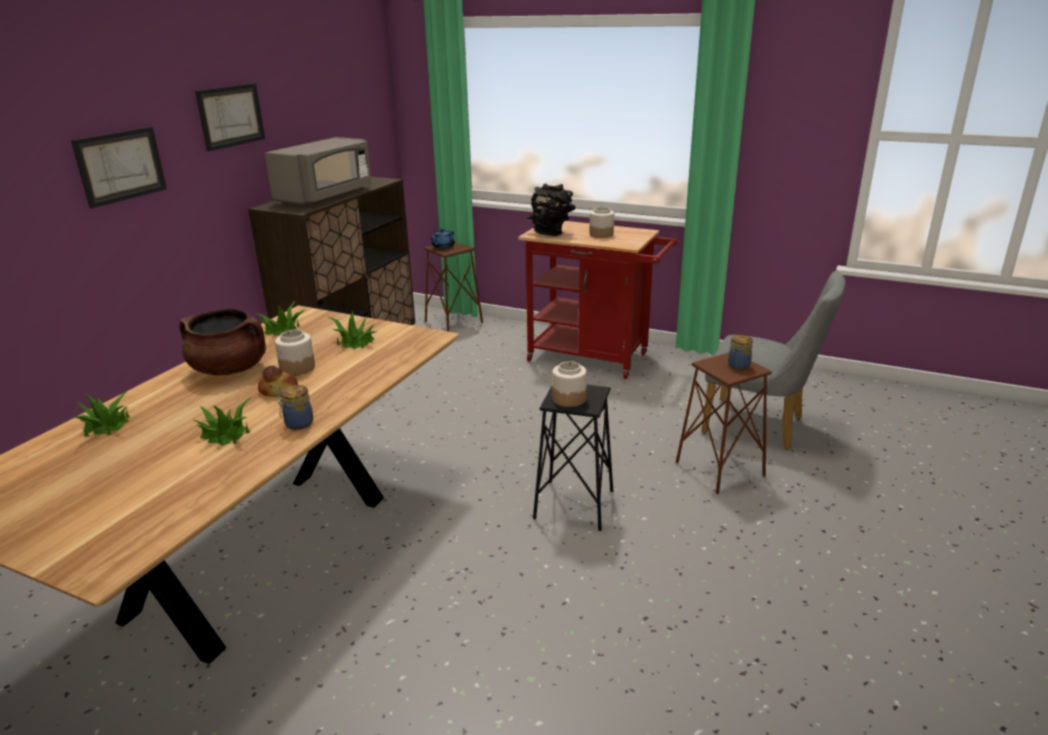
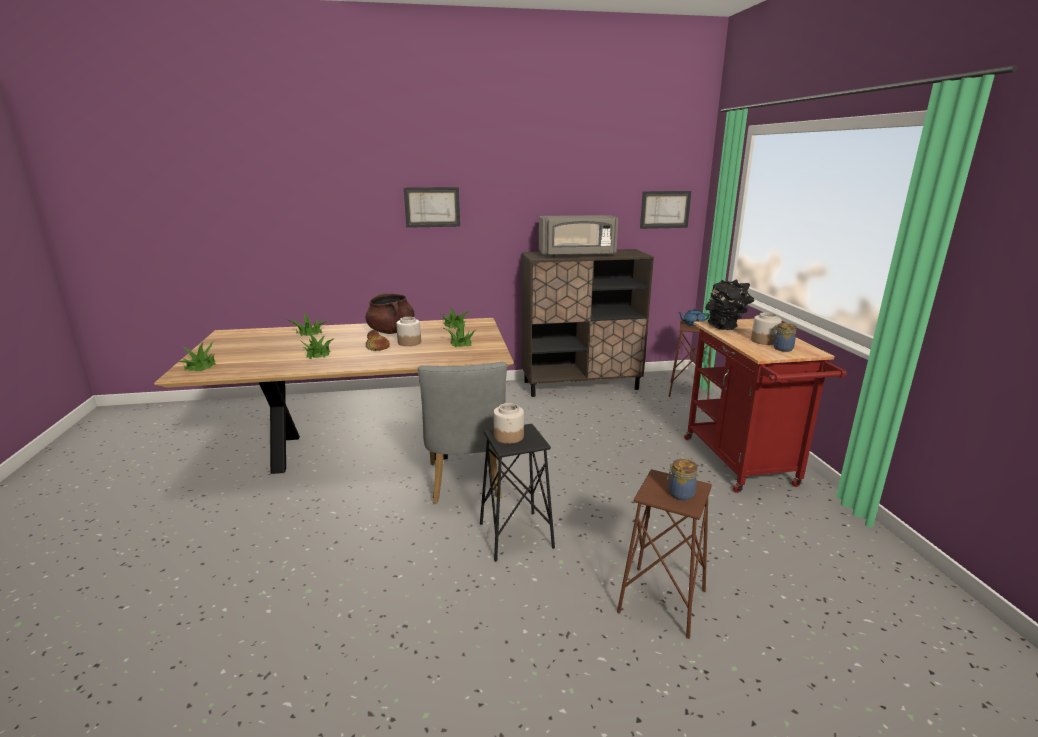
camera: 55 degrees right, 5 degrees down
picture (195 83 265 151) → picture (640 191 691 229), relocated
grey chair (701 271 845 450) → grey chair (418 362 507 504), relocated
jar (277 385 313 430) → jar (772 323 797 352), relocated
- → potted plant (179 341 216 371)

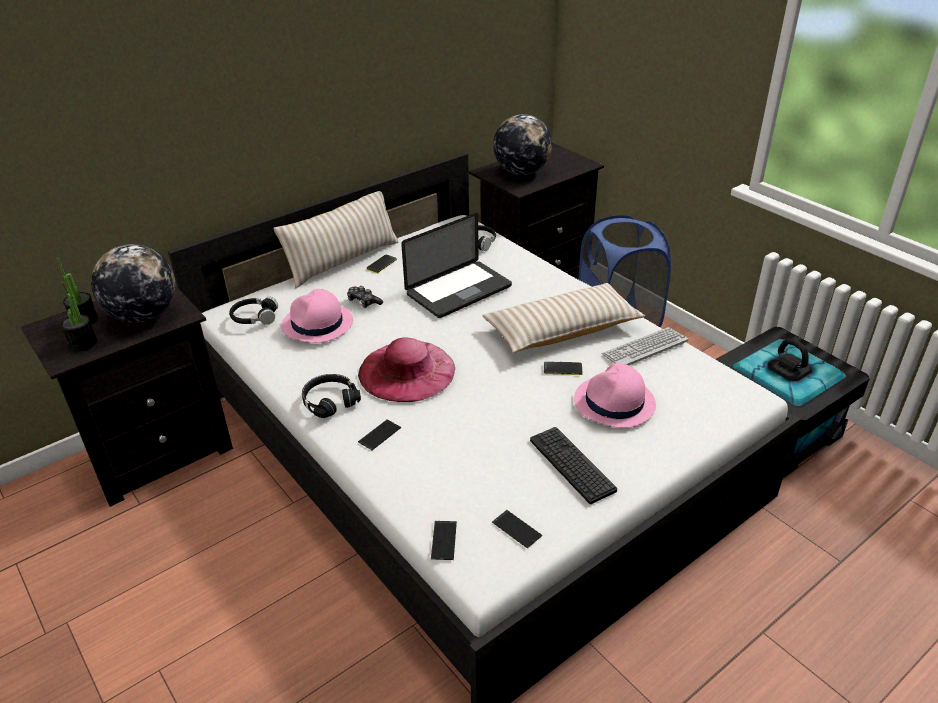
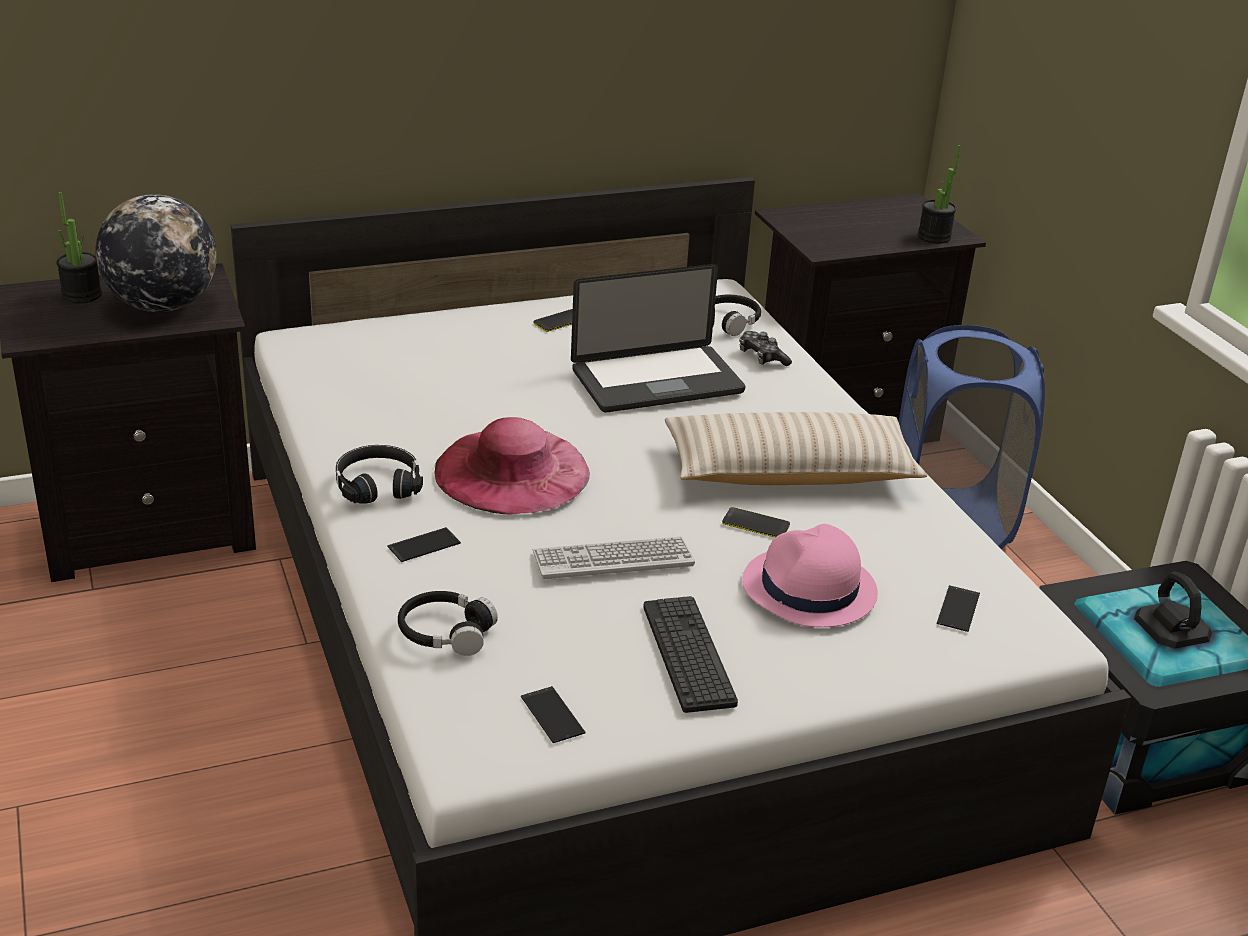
camera: 15 degrees right, 5 degrees down
globe (493 114 552 175) → -
beige pillow (273 191 399 288) → -
potted plant (61 276 97 351) → potted plant (918 145 961 244), relocated
game controller (347 286 383 308) → game controller (739 331 792 366), relocated
pink hat (281 289 353 343) → -
black headphones (229 297 278 325) → black headphones (398 591 498 656), relocated
keyboard (602 327 688 365) → keyboard (533 537 695 580), relocated
phone (431 521 457 560) → phone (937 585 980 632), relocated

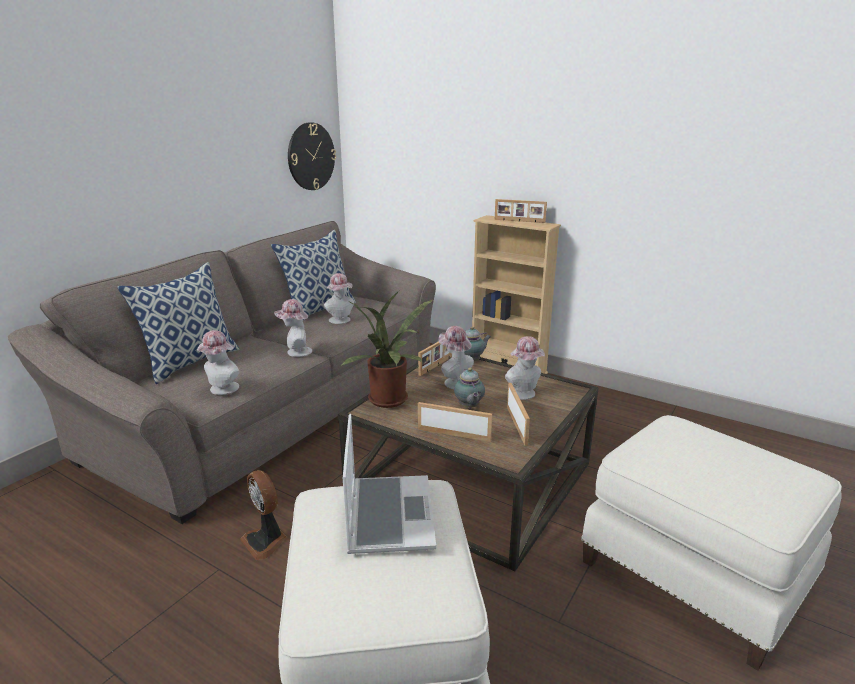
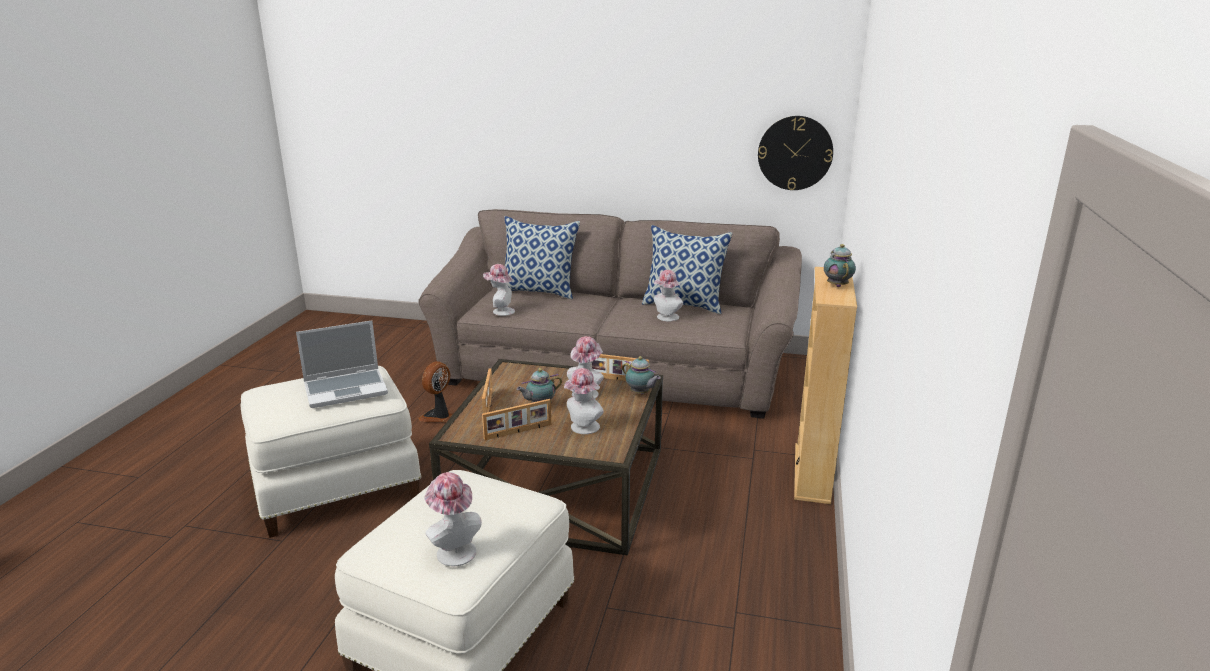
camera: 70 degrees right, 0 degrees up
picture frame (495 199 547 223) → teapot (824 244 856 287)
potted plant (341 292 433 408) → -
hat (274 299 312 357) → hat (424 472 482 566), relocated

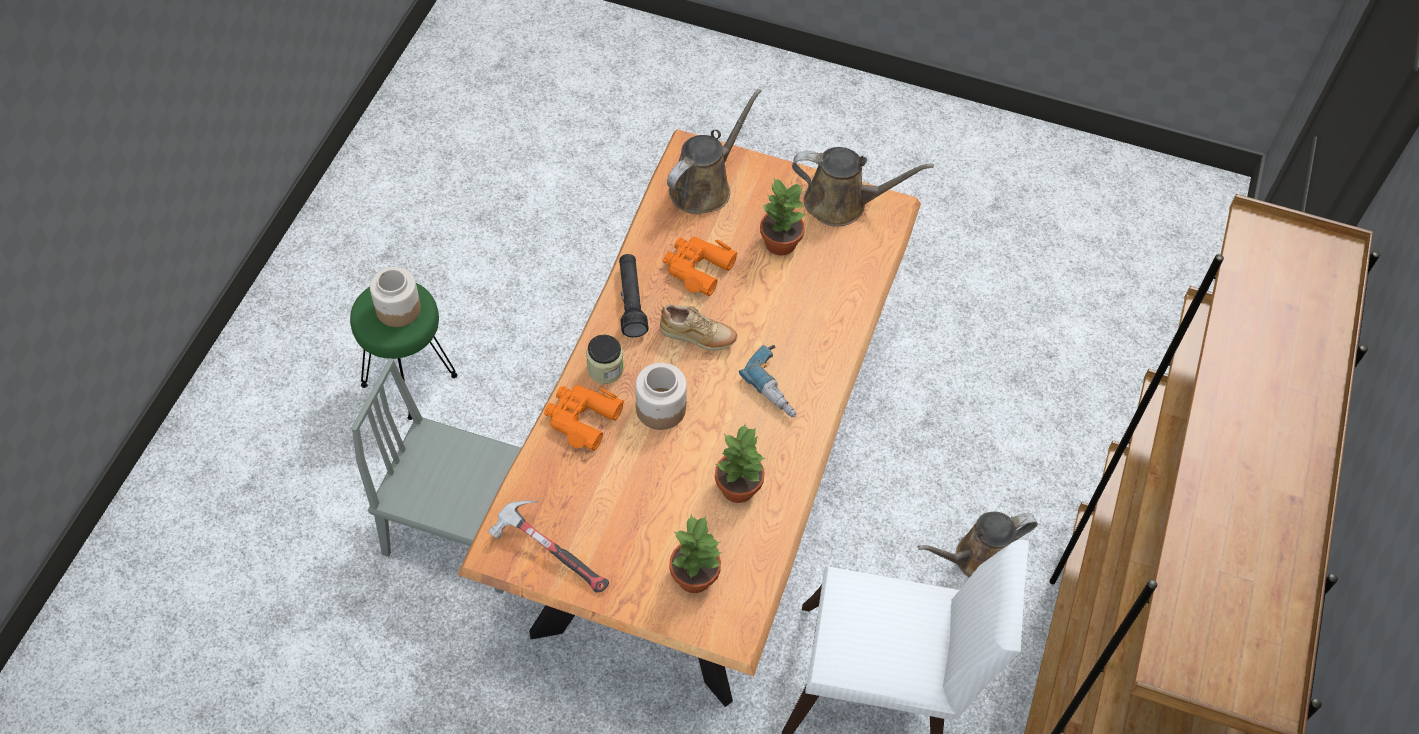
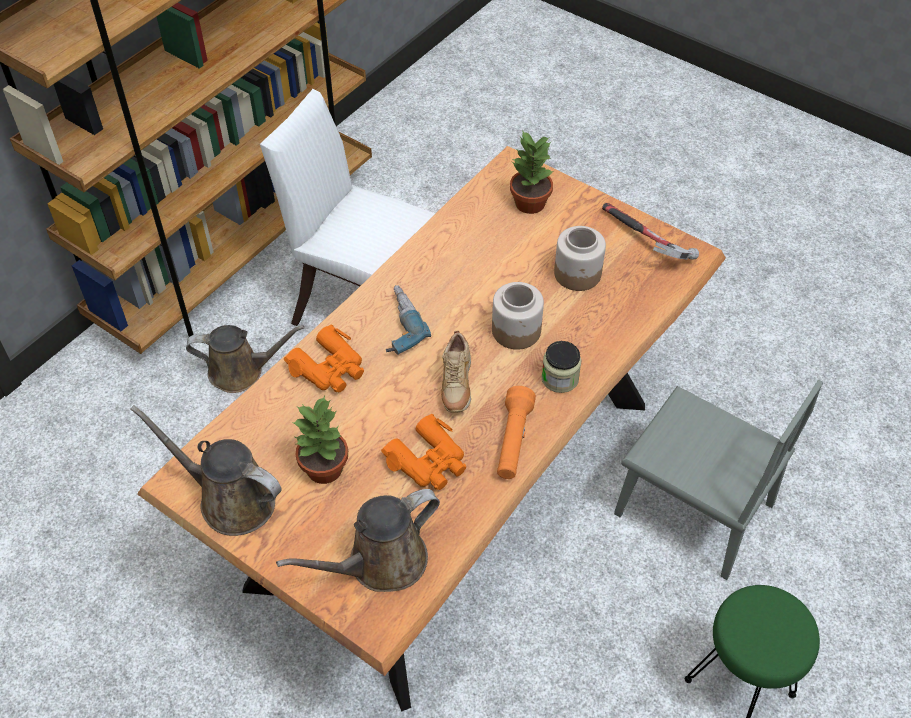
camera: 160 degrees left, 5 degrees down
black flashlight (619 254 649 337) → orange flashlight (497 386 536 479)
jar (370 267 421 327) → jar (554 226 606 291), relocated
beige shoe (660 304 738 351) → beige shoe (441 330 471 413), 120 degrees counterclockwise
orange binoculars (544 385 624 451) → orange binoculars (284 324 364 392), relocated
potted plant (715 424 766 503) → -

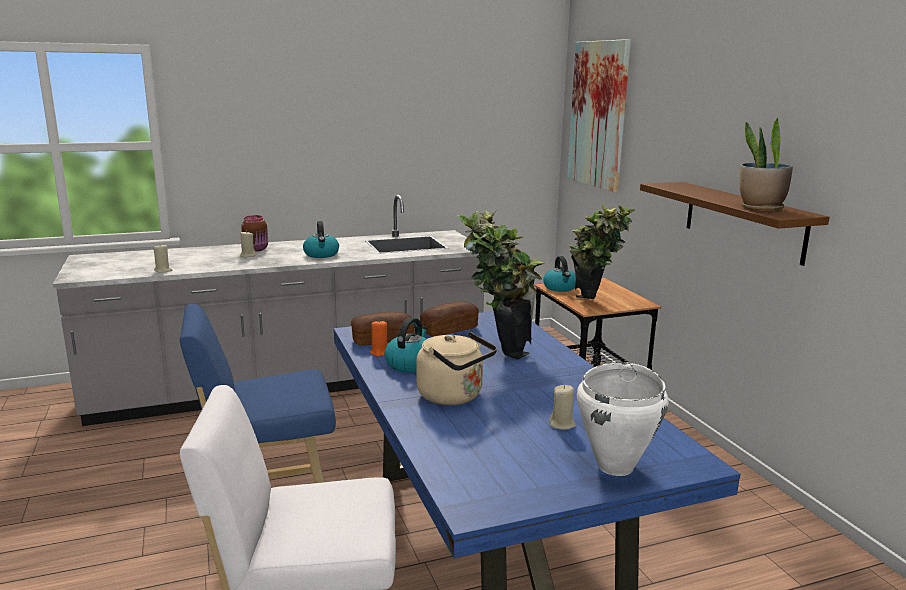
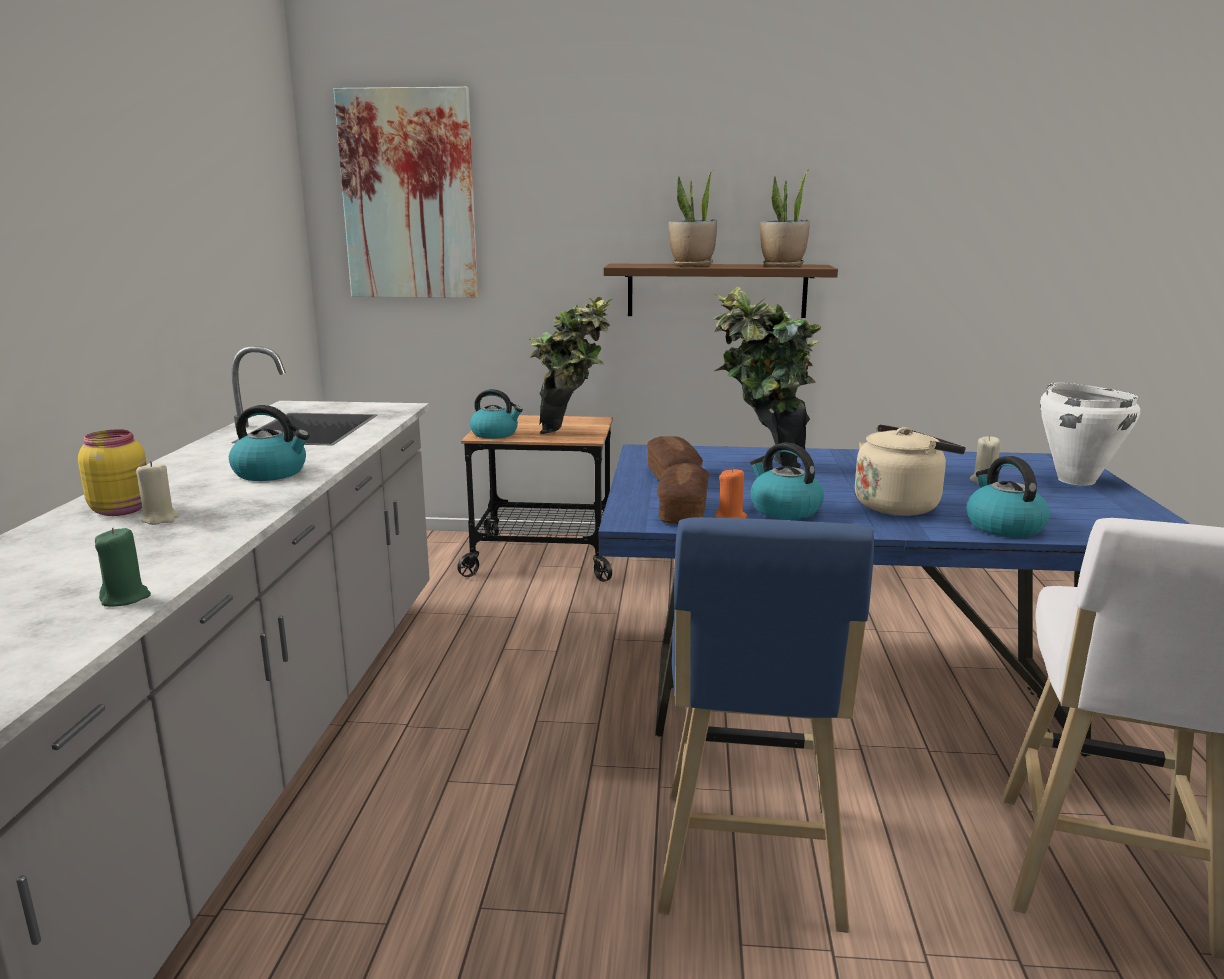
camera: 65 degrees left, 0 degrees up
brown jar (241 215 268 251) → yellow jar (78 429 147 516)
beige candle (153 245 172 273) → green candle (95 528 151 607)
- → potted plant (669 170 717 266)
- → kettle (967 456 1050 538)

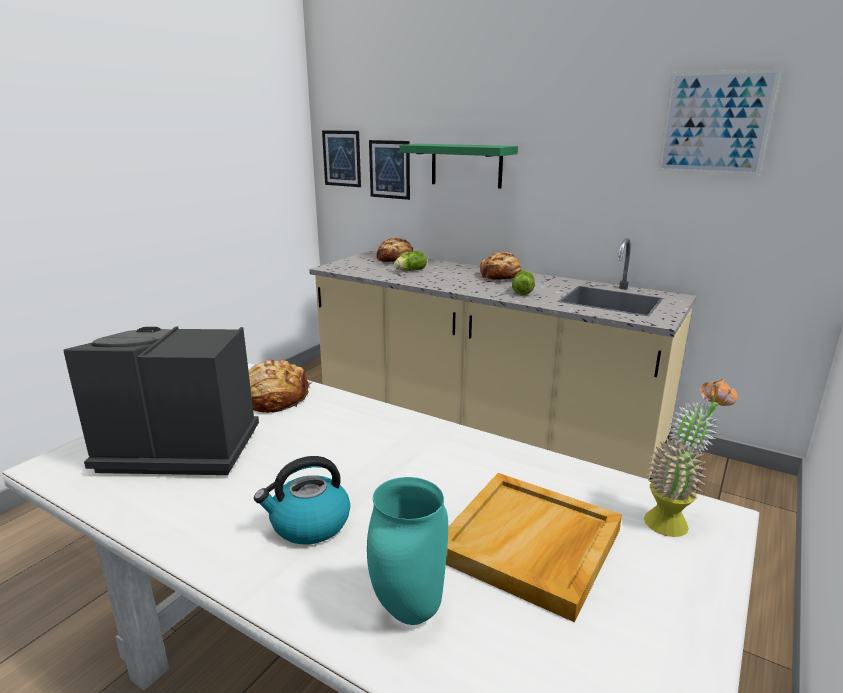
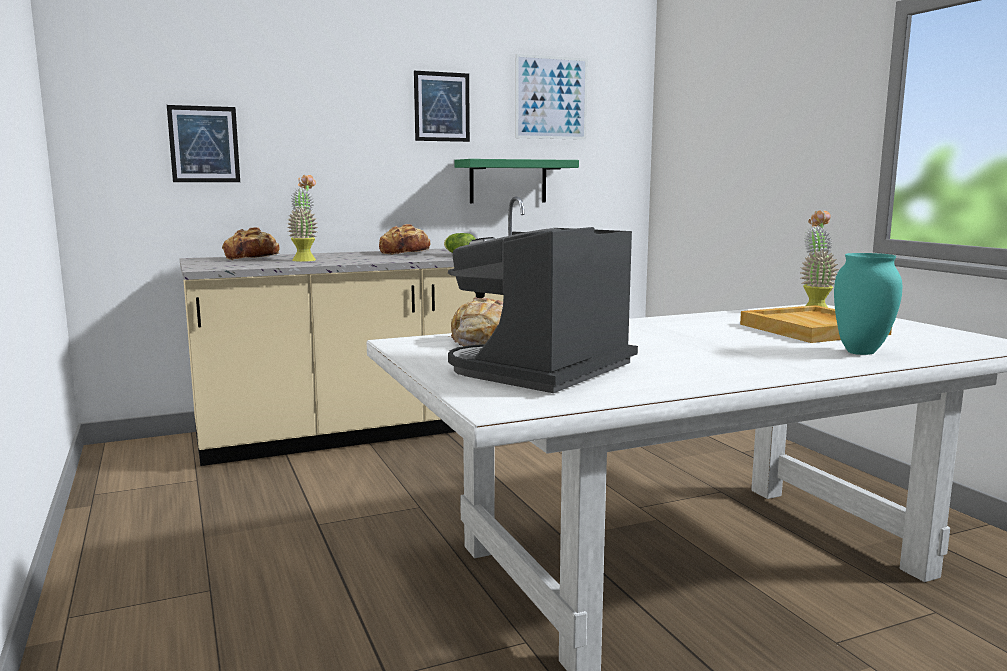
camera: 55 degrees left, 10 degrees down
picture (322 130 361 187) → picture (414 71 470 142), relocated
green shelf (399 144 518 189) → green shelf (454 159 579 203), relocated
lettuce (394 251 427 271) → potted plant (287 175 318 261)
kettle (254 456 350 544) → -

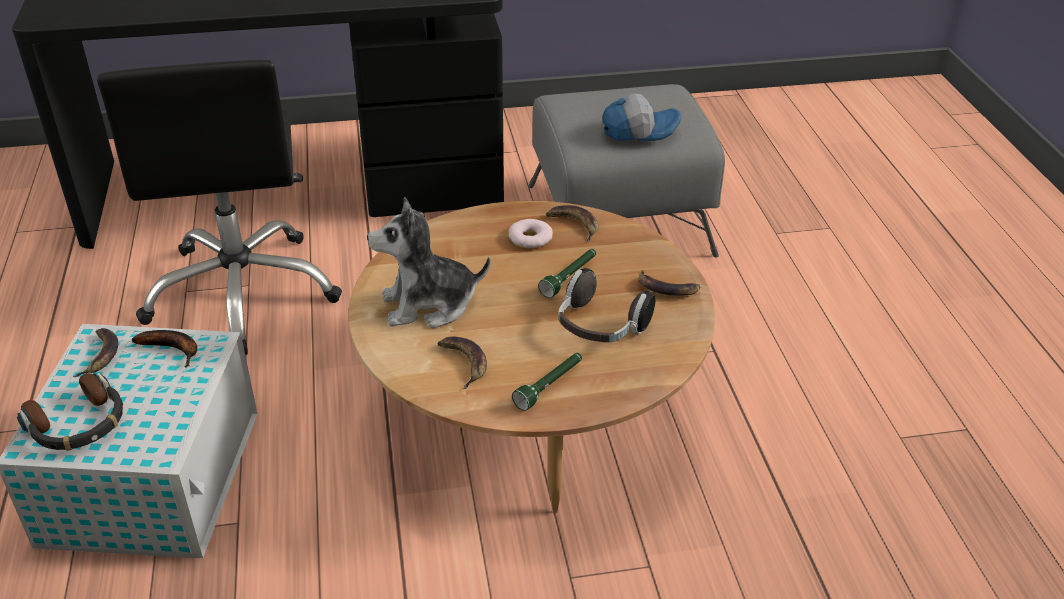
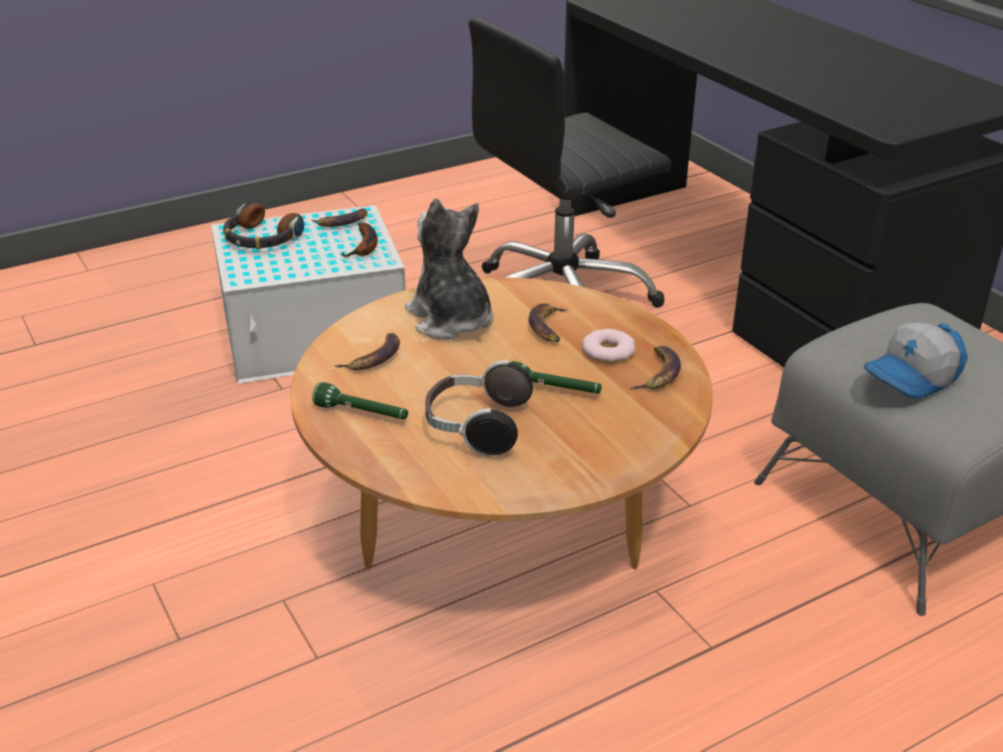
camera: 70 degrees right, 5 degrees down
cap (603 93 681 141) → cap (864 323 968 399), 90 degrees clockwise
banana (638 270 700 296) → banana (529 303 567 342), relocated

